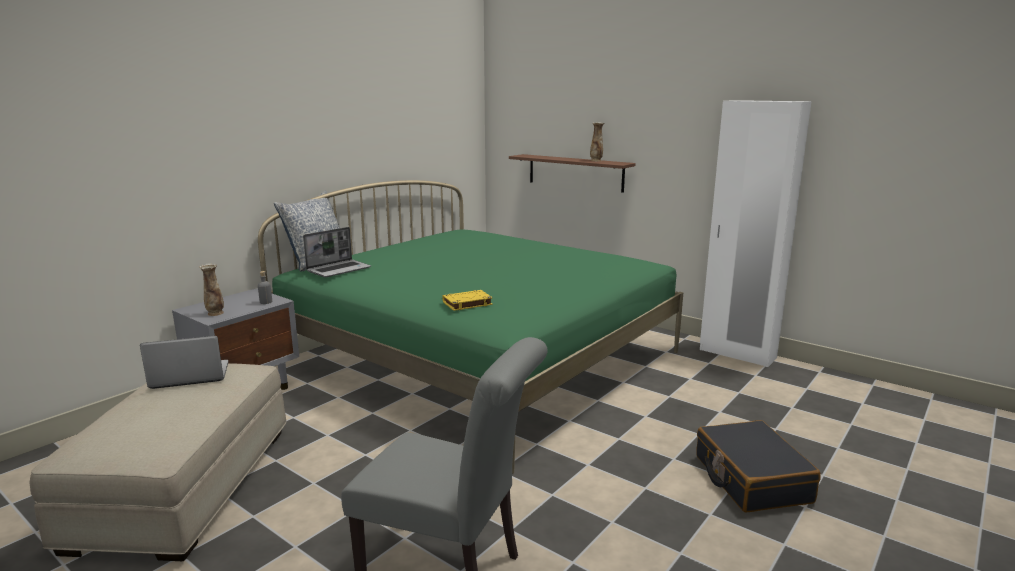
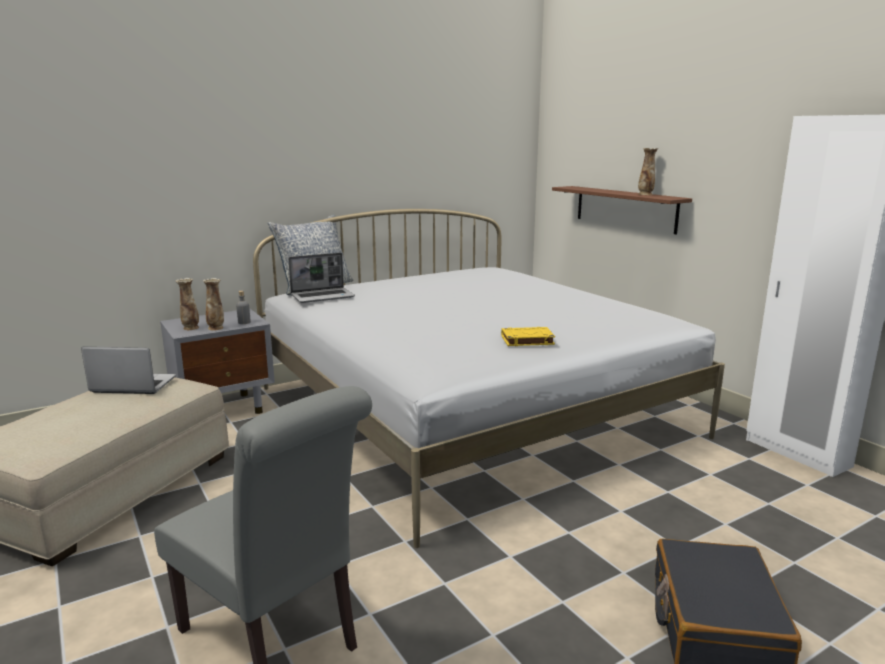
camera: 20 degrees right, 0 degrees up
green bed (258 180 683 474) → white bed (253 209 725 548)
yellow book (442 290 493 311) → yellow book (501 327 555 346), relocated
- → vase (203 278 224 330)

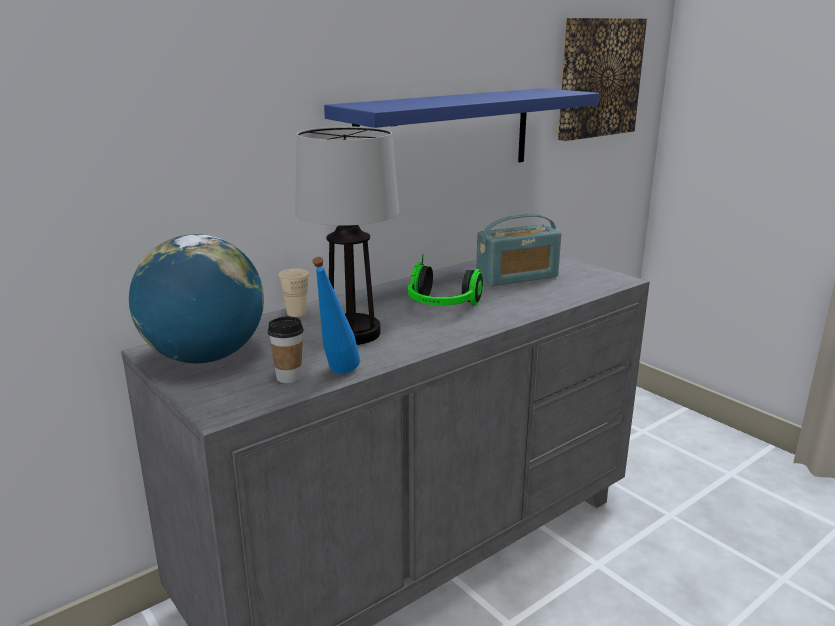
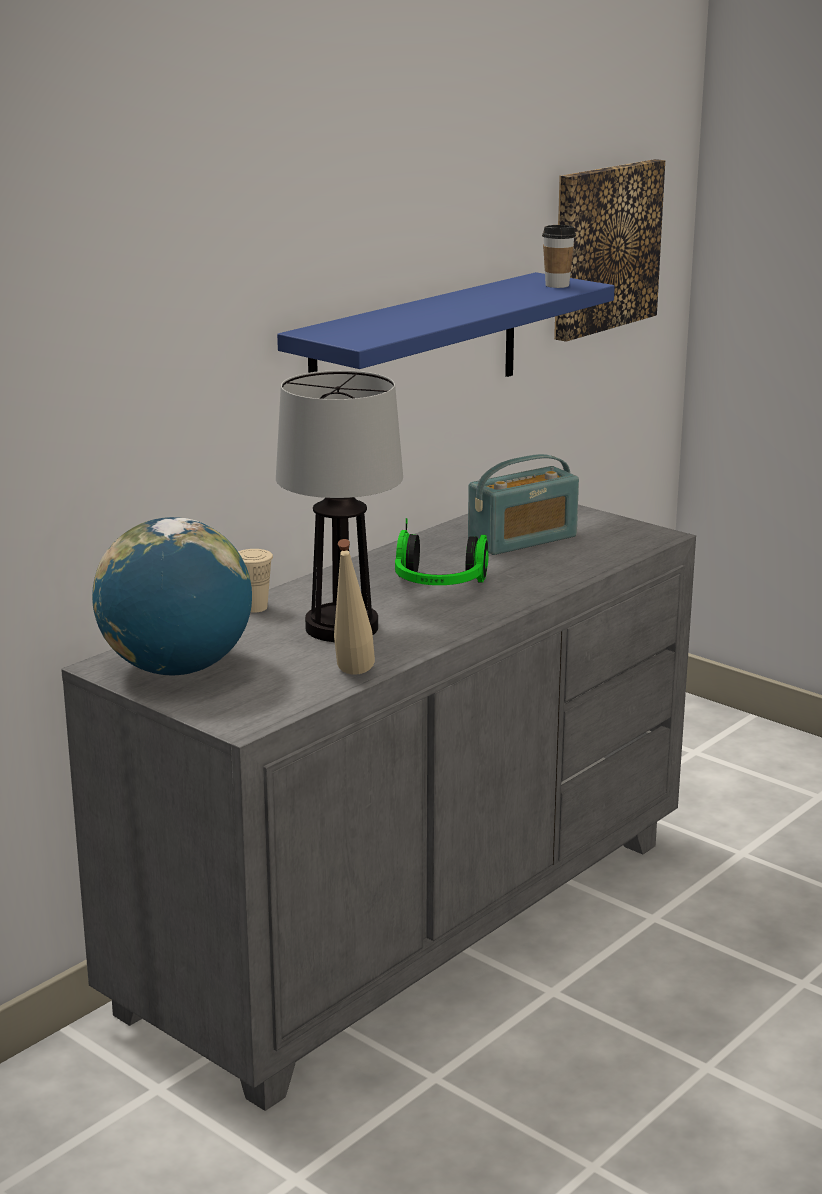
camera: 10 degrees left, 0 degrees up
blue bottle (312 257 360 374) → beige bottle (334 539 375 675)
cup (268 316 304 383) → cup (542 225 576 288), relocated

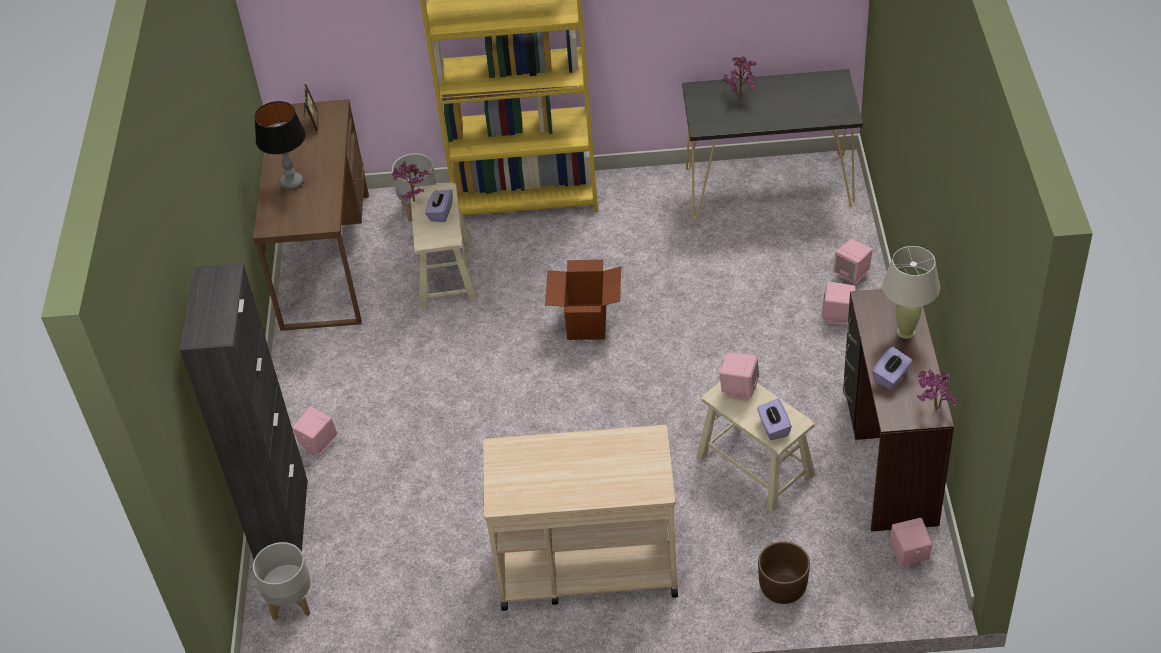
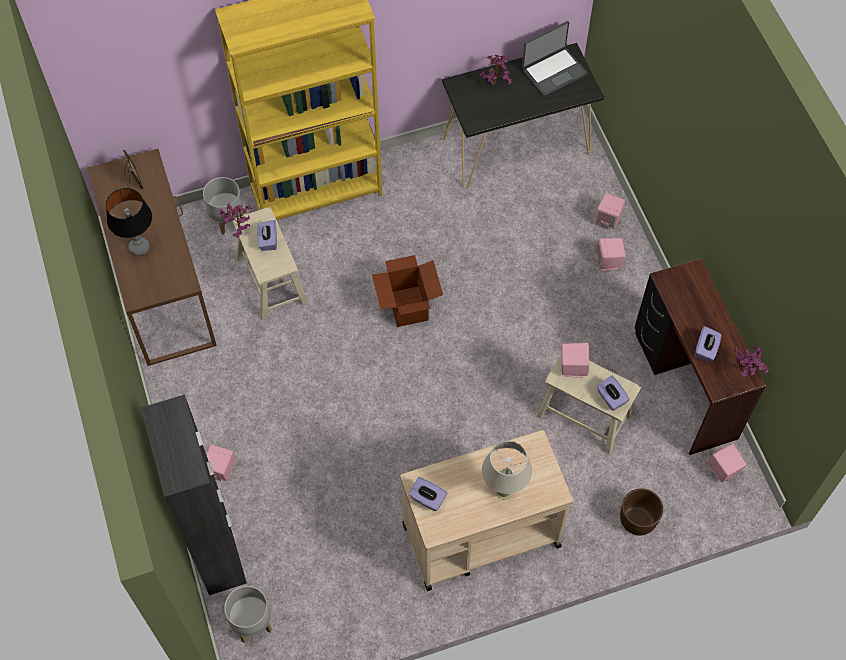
camera: 20 degrees left, 15 degrees up
beige table lamp (882 246 940 339) → beige table lamp (482 441 532 500), relocated
- → laptop (522 21 587 96)
- → purple tissue box (409 477 447 511)

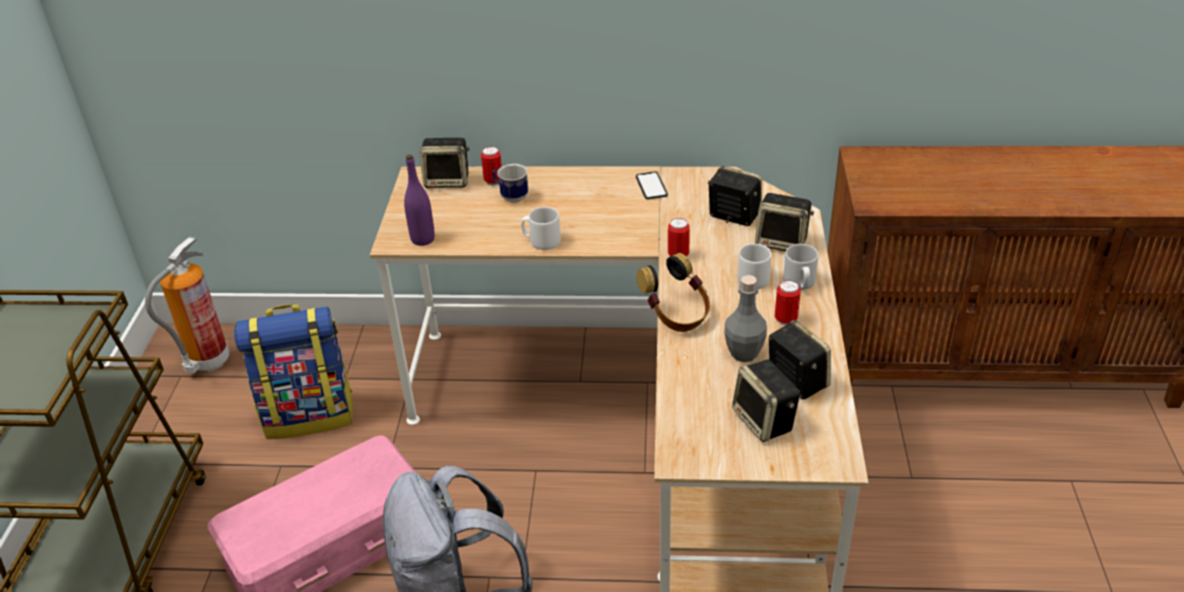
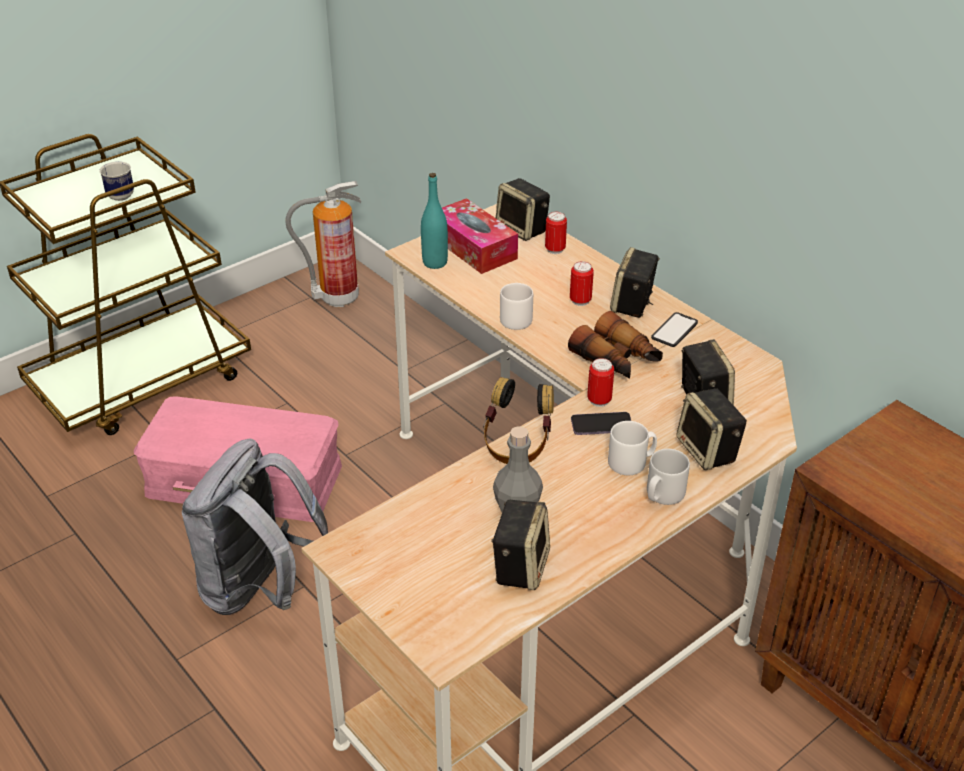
camera: 45 degrees right, 0 degrees up
purple bottle (404 154 435 246) → turquoise bottle (421 173 448 269)
mug (492 164 528 203) → mug (99 161 134 201), relocated
can (775 280 801 326) → can (570 261 594 306), relocated
backpack (234 304 353 439) → -
speaker (732 360 800 442) → speaker (610 247 660 318), relocated
- → tissue box (442 198 518 274)
- → binoculars (568 311 663 379)
- → phone (571 412 631 435)

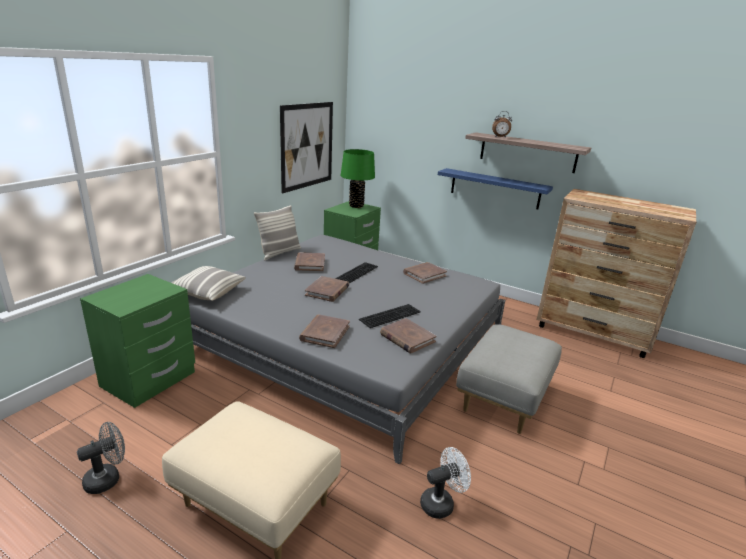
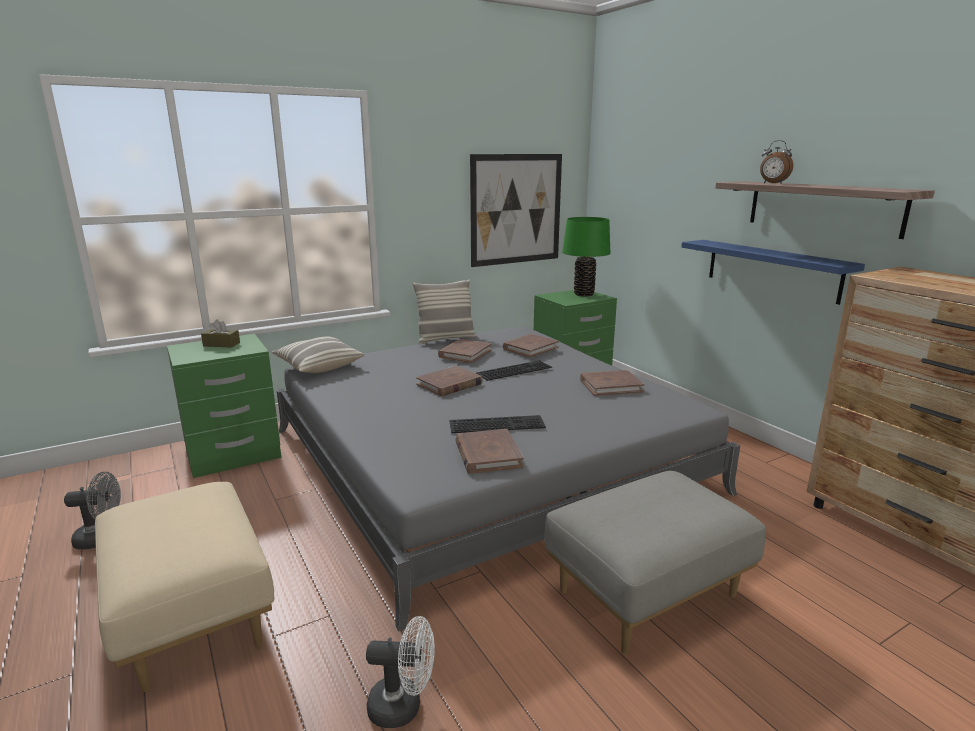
camera: 30 degrees right, 5 degrees down
brown book (299 315 350 348) → brown book (503 334 559 357), relocated
- → brown tissue box (201 319 240 348)

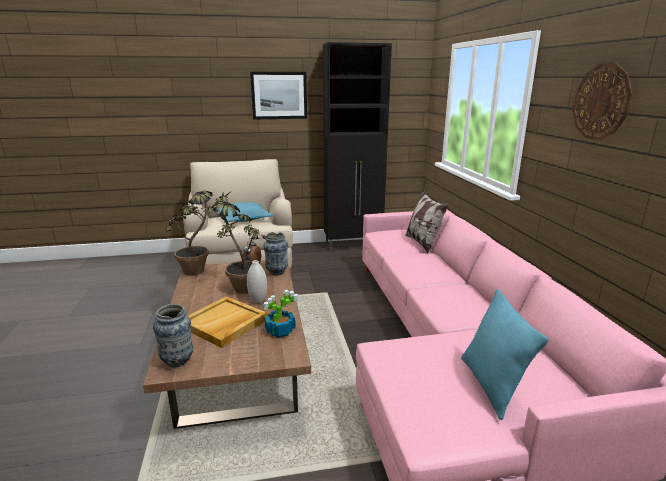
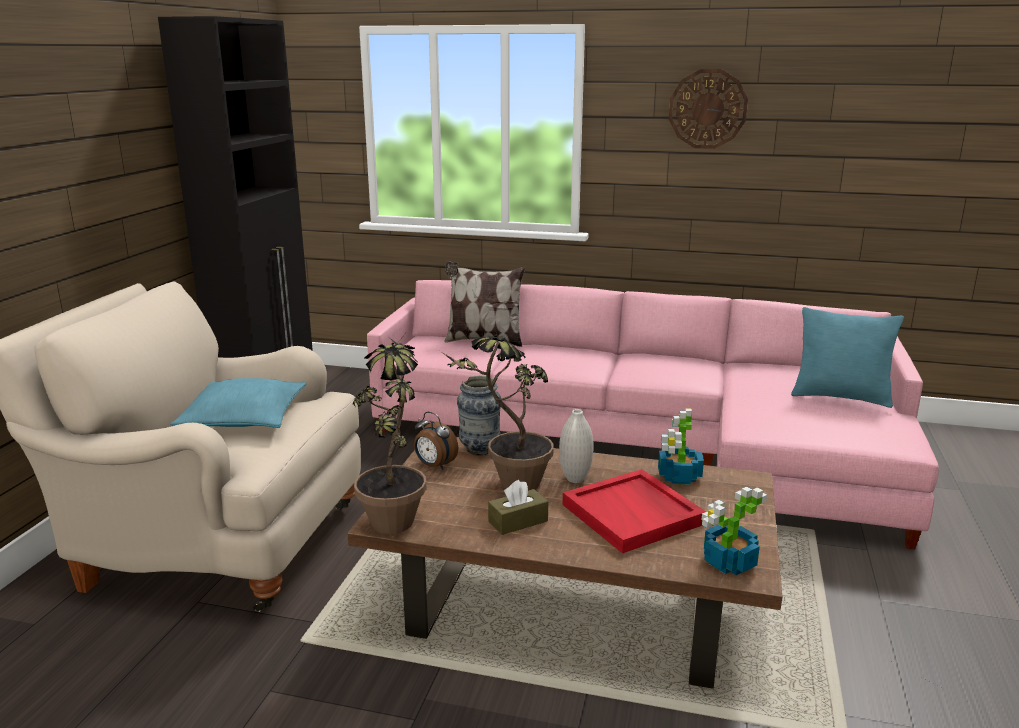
camera: 65 degrees left, 0 degrees up
picture (250 72 307 120) → -
beige tray (188 296 267 348) → red tray (562 469 706 553)
vase (153 304 193 368) → potted plant (702 487 767 575)
- → brown tissue box (488 480 548 535)

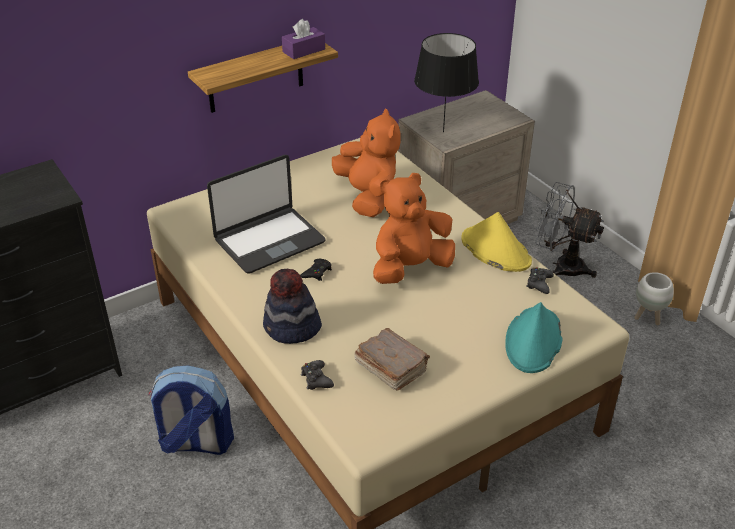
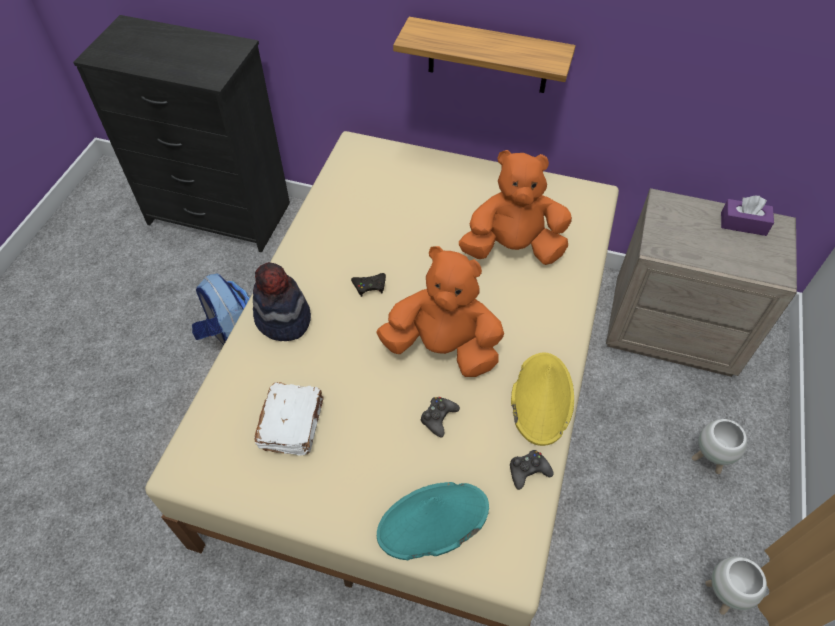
camera: 50 degrees right, 15 degrees up
purple tissue box (282 19 325 59) → purple tissue box (721 196 774 236), relocated
black table lamp (414 33 479 132) → -
orange plush toy (332 109 401 217) → orange plush toy (459 150 572 265), 120 degrees counterclockwise
laptop (207 155 326 274) → -
grey fan (535 182 604 278) → white planter (692 419 747 474)
brown book (354 328 430 390) → white book (254 382 324 456)
black game controller (301 360 334 390) → black game controller (421 397 460 438), relocated

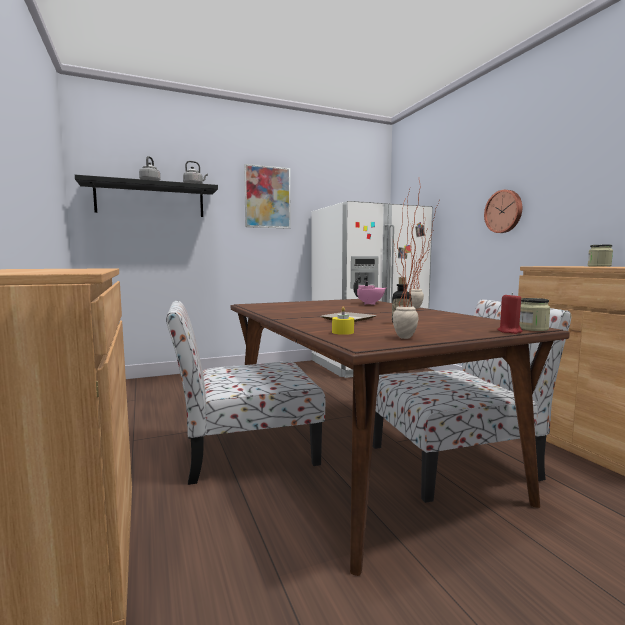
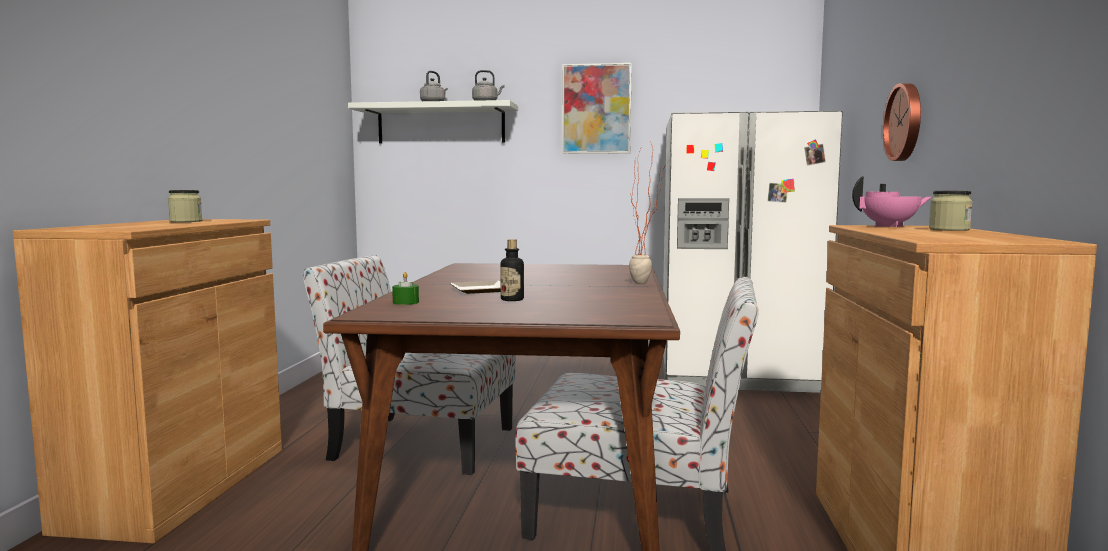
camera: 30 degrees right, 0 degrees up
black shelf (75 175 218 217) → white shelf (348 100 518 144)
potted plant (392 181 439 339) → -
pink teapot (353 278 387 305) → pink teapot (852 176 932 227), relocated
red candle (497 293 522 334) → -
jar (519 298 550 331) → jar (168 190 202 222), relocated
yellow candle (332 306 354 335) → green candle (392 272 419 305)

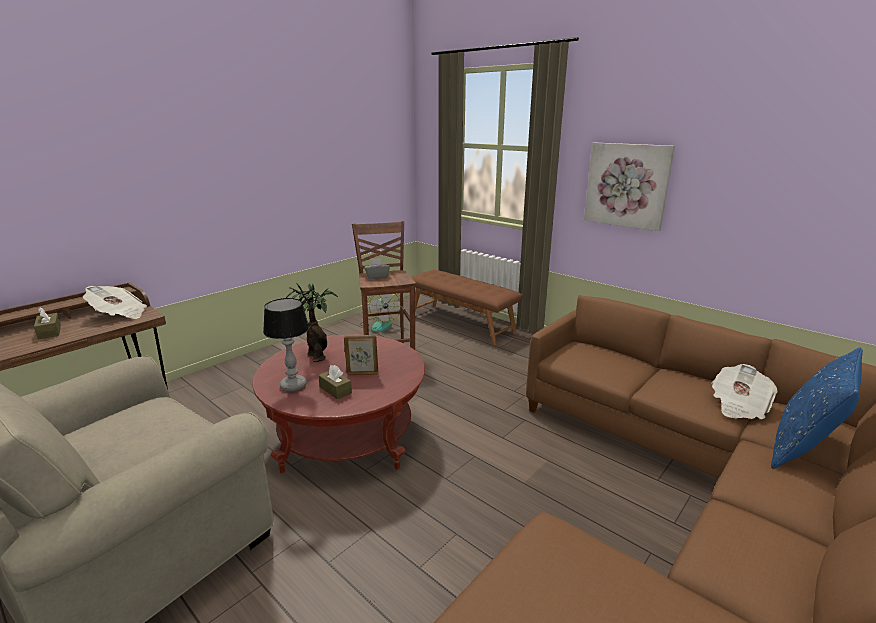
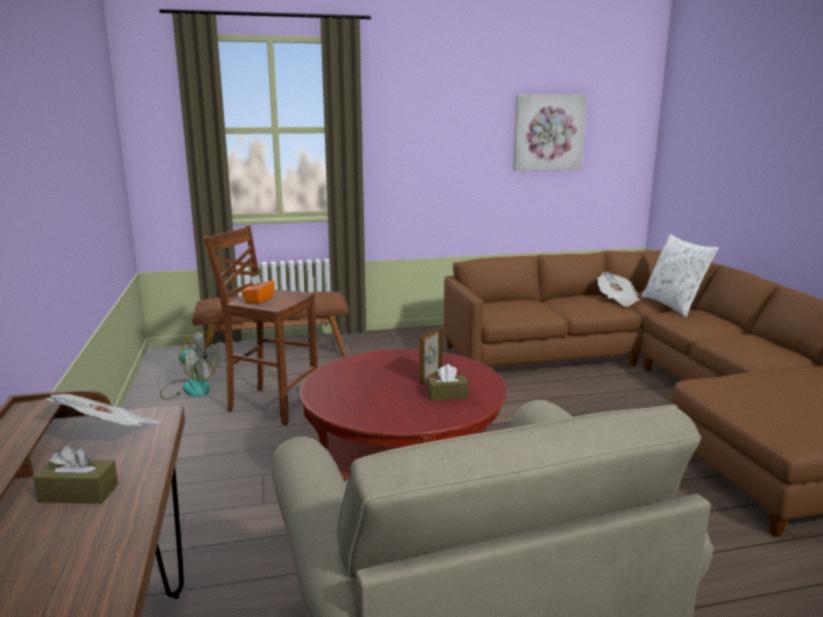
camera: 55 degrees left, 5 degrees down
picture (584 142 675 231) → picture (513 94 587 171), relocated
grey tissue box (364 258 390 279) → orange tissue box (241 274 275 304)
potted plant (286 283 338 362) → -
table lamp (263 298 309 391) → -
blue pillow (771 348 863 469) → white pillow (641 234 718 317)

